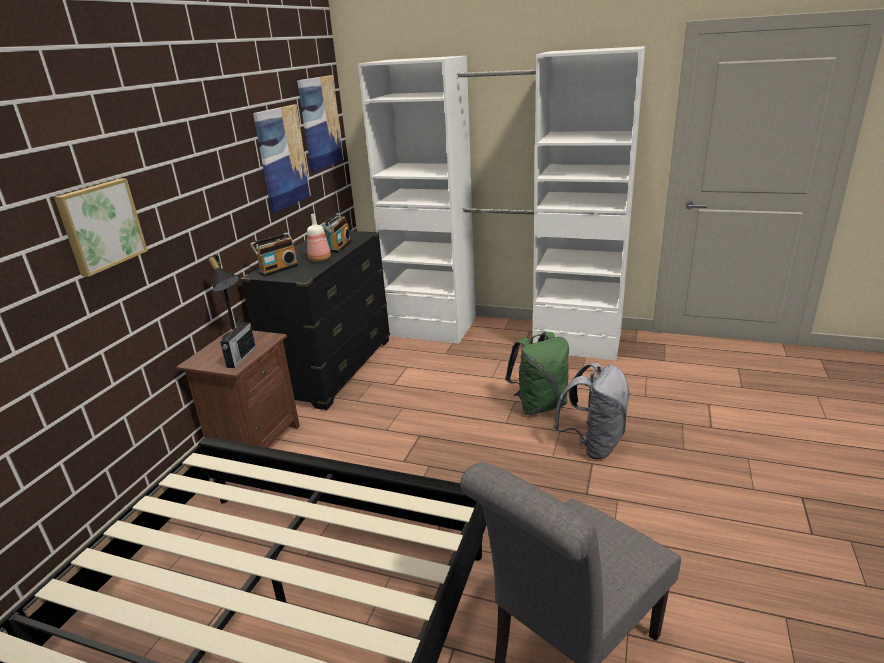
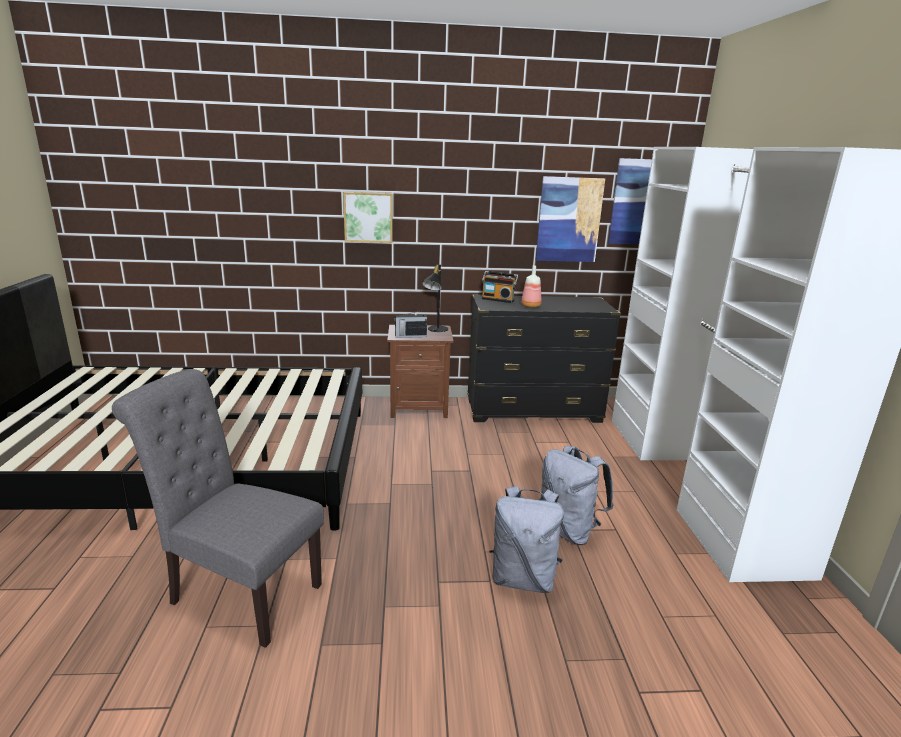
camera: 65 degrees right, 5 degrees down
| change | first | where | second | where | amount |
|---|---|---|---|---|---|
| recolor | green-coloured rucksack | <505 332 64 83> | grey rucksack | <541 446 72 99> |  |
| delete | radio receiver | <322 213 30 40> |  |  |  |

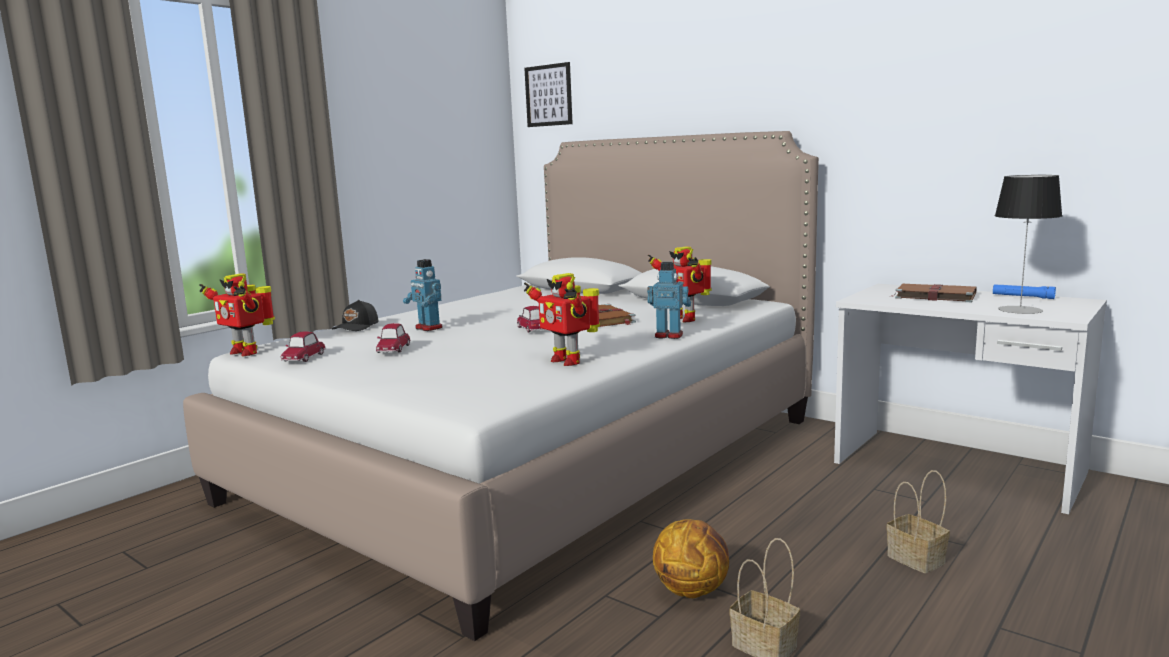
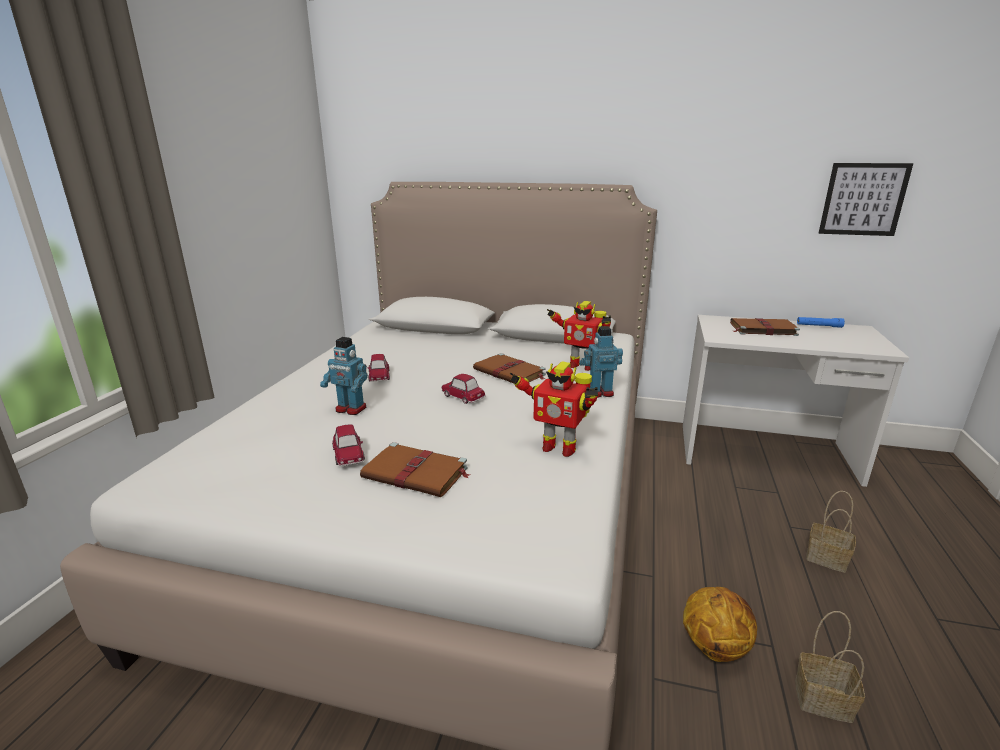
camera: 25 degrees left, 10 degrees up
| change | first | where | second | where | amount |
|---|---|---|---|---|---|
| insert |  |  | brownish bound book | <360 442 110 55> |  |
| move | toy car | <281 331 45 31> |  | <367 354 23 27> |  |
| move | wall art | <524 62 49 65> |  | <819 163 94 73> |  |
| delete | model robot | <199 273 76 83> |  |  |  |
| delete | black-coloured baseball cap | <332 300 47 31> |  |  |  |
| delete | table lamp | <995 175 68 139> |  |  |  |

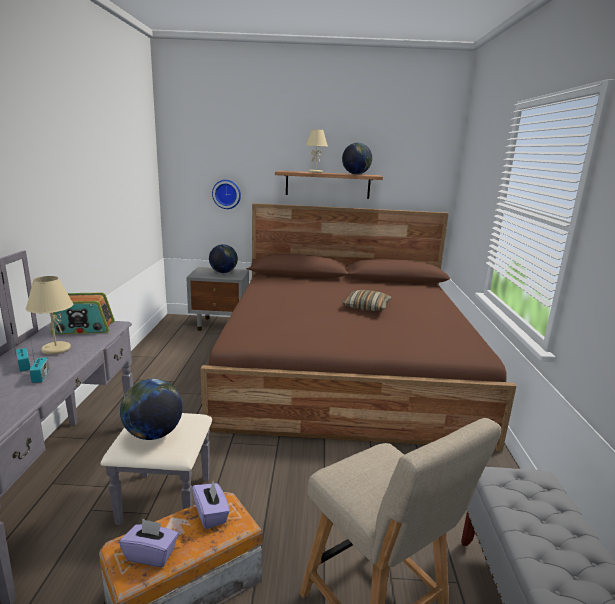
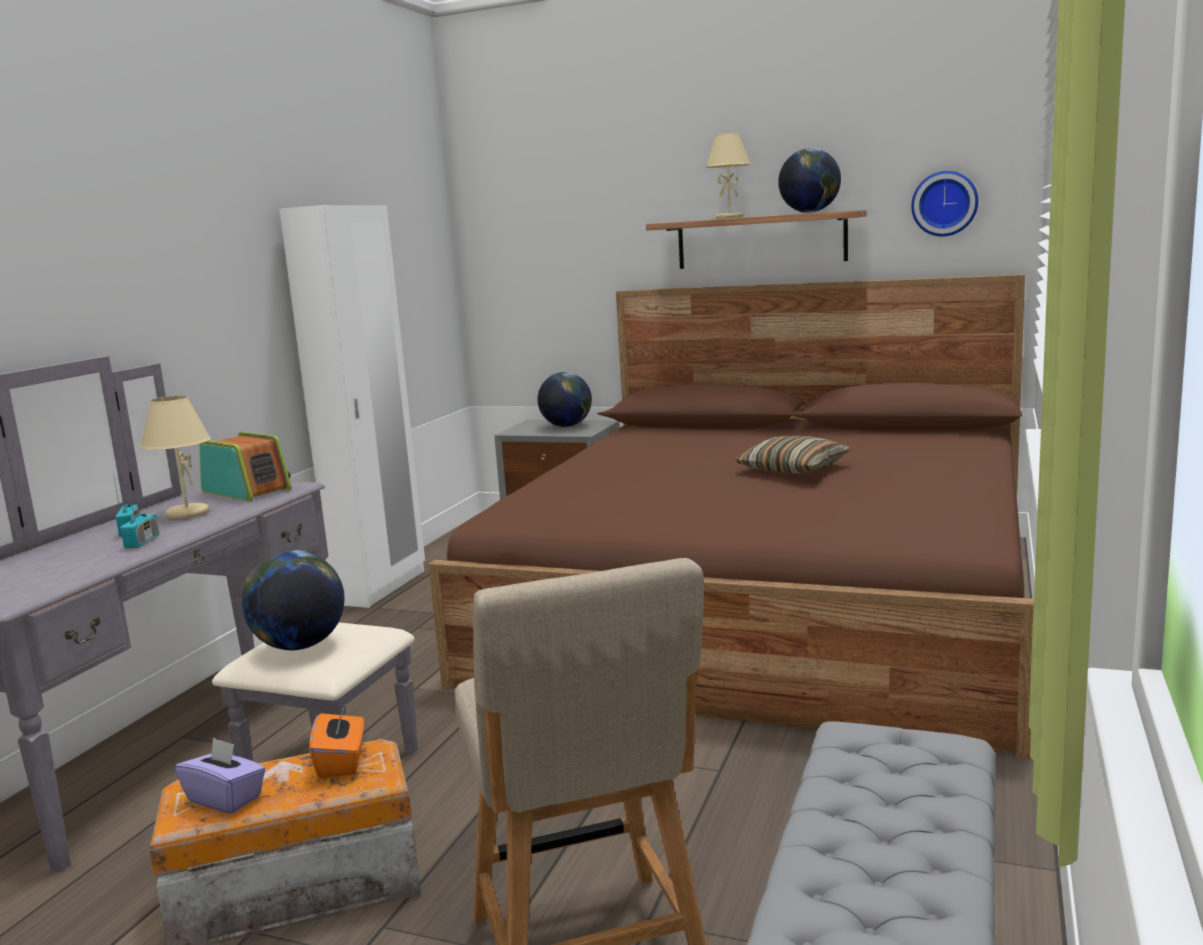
camera: 20 degrees right, 5 degrees down
| change | first | where | second | where | amount |
|---|---|---|---|---|---|
| rotate | radio receiver | <51 293 64 41> |  | <199 432 92 69> | 150 degrees counterclockwise |
| insert |  |  | white wardrobe | <279 205 146 403> |  |
| recolor | purple box of tissues | <192 482 38 47> | orangey box of tissues | <309 705 55 74> |  |
| move | clock on the wall | <212 180 29 29> |  | <911 171 68 66> |  |

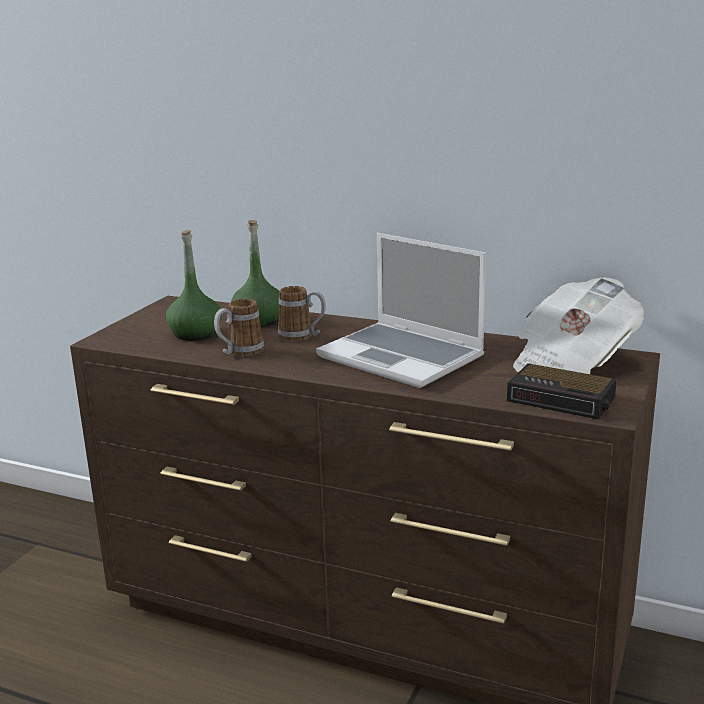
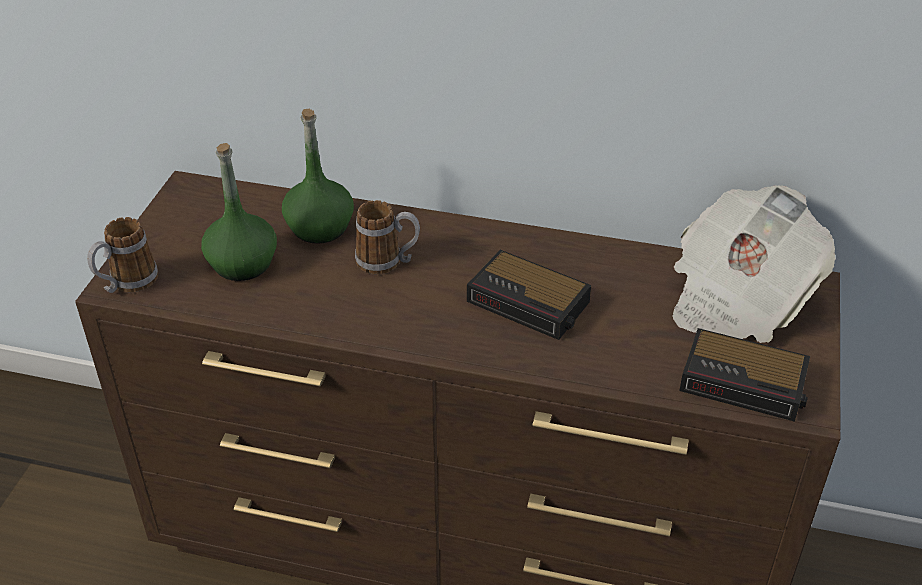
camera: 10 degrees left, 20 degrees up
| change | first | where | second | where | amount |
|---|---|---|---|---|---|
| move | coffee mug | <214 299 50 57> |  | <87 217 71 76> |  |
| replace | notebook computer | <316 233 170 155> | table clock | <467 250 124 90> |  |

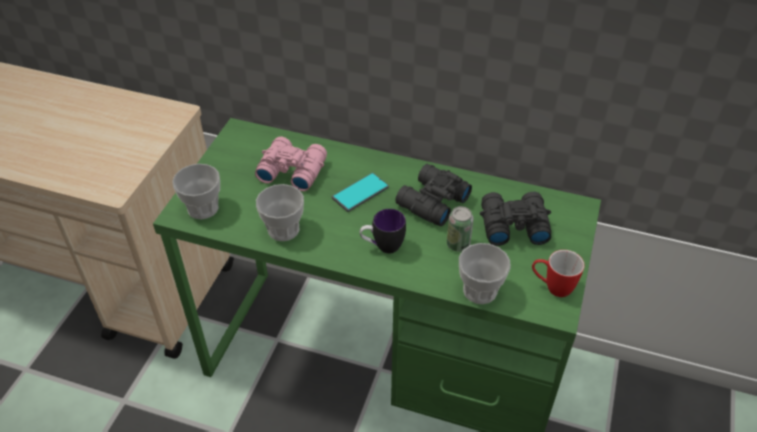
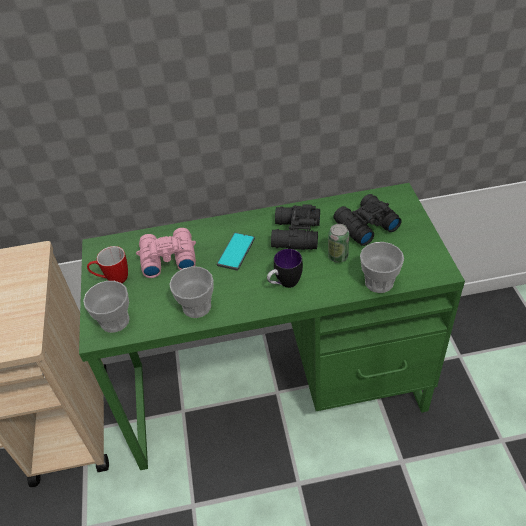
camera: 25 degrees left, 0 degrees up
| change | first | where | second | where | amount |
|---|---|---|---|---|---|
| move | coffee mug | <532 250 53 47> |  | <87 246 41 37> |  |

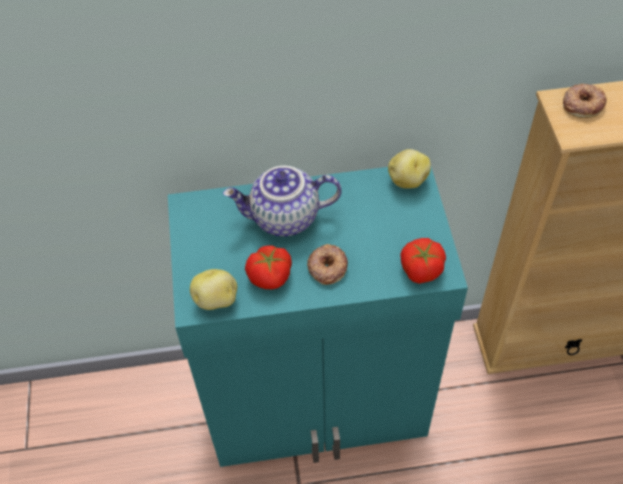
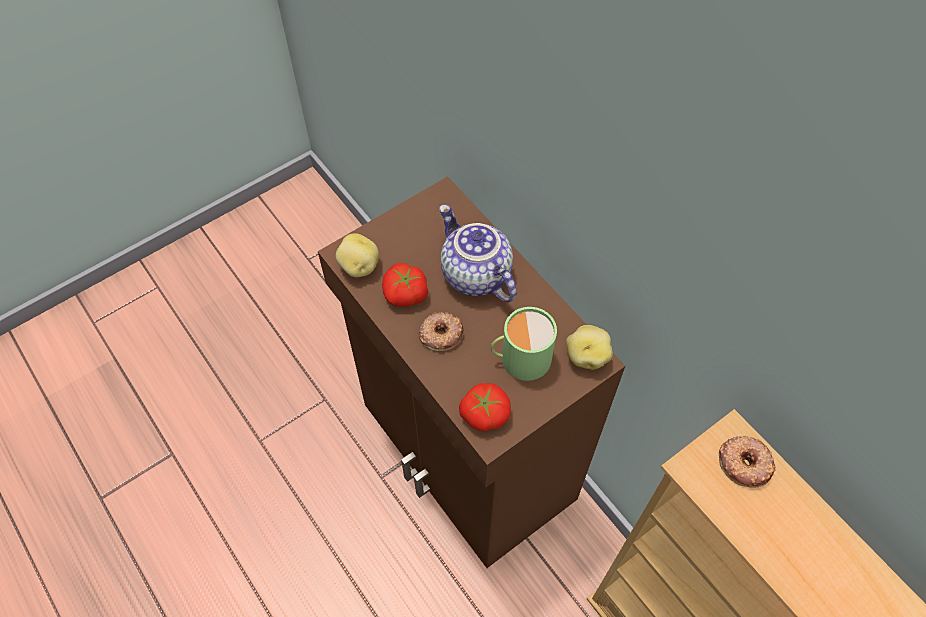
camera: 60 degrees right, 5 degrees up
| change | first | where | second | where | amount |
|---|---|---|---|---|---|
| recolor | blue-green storage cabinet | <168 167 300 300> | brownish storage cabinet | <318 176 307 392> |  |
| insert |  |  | green-coloured coffee mug | <491 307 66 74> |  |

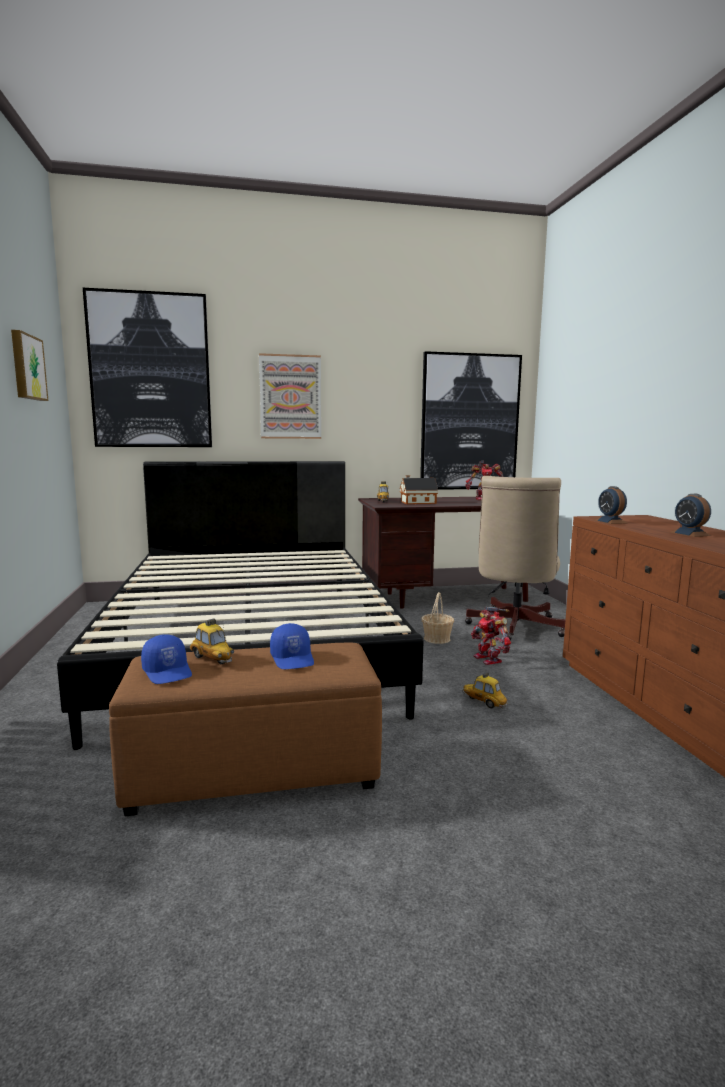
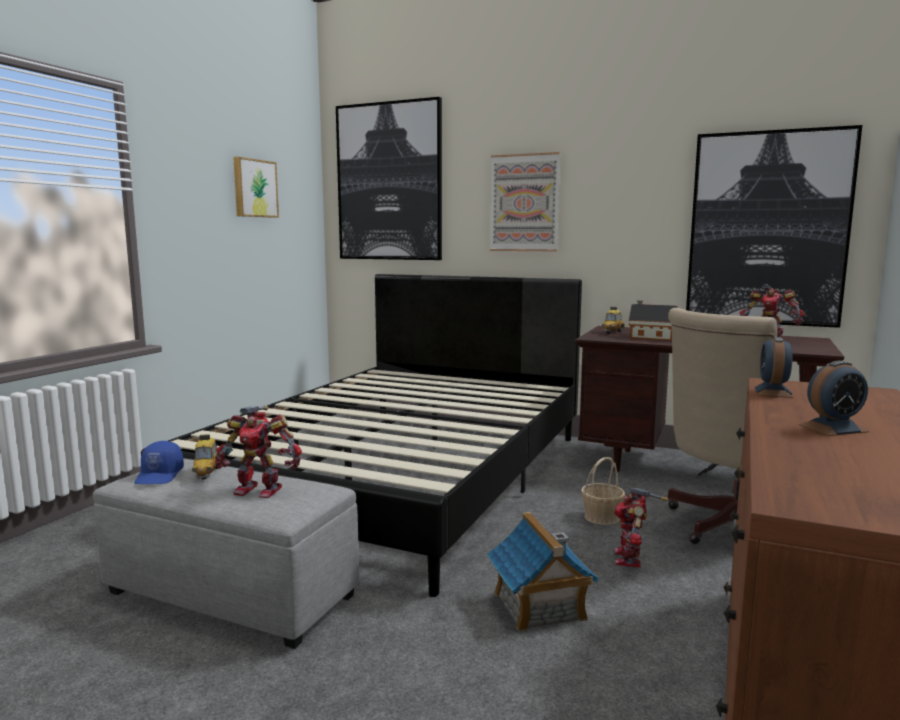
camera: 35 degrees right, 0 degrees up
| change | first | where | second | where | amount |
|---|---|---|---|---|---|
| recolor | brownish pouffe | <109 643 273 174> | grey pouffe | <93 459 266 190> |  |
| replace | bluish baseball cap | <270 623 44 46> | model robot | <215 406 87 92> |  |
| replace | toy car | <462 672 46 37> | model house | <487 512 112 120> |  |
| rotate | table clock | <670 494 41 43> |  | <799 361 70 75> | 120 degrees counterclockwise |

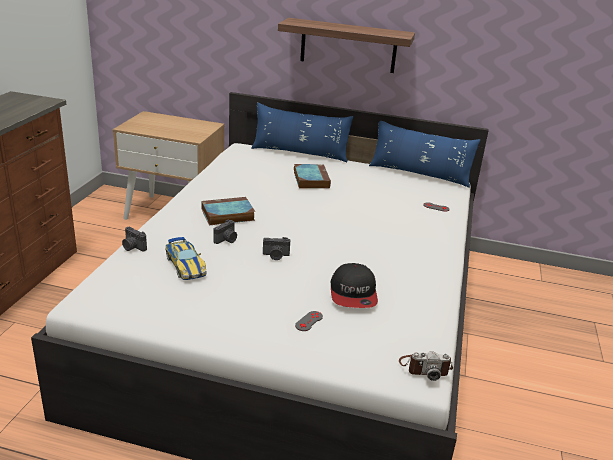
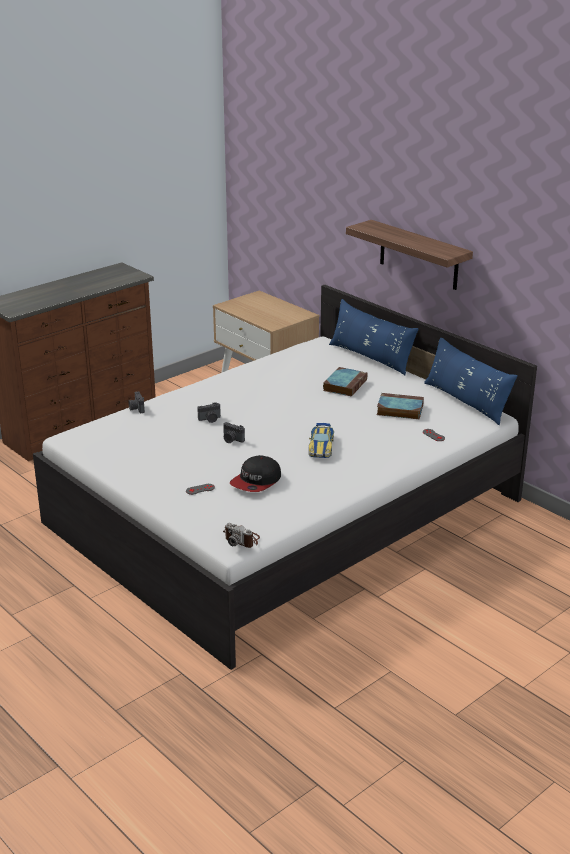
camera: 35 degrees right, 0 degrees up
| change | first | where | second | where | amount |
|---|---|---|---|---|---|
| move | toy car | <165 237 42 43> |  | <309 423 25 35> |  |
| move | bound book | <201 197 54 28> |  | <377 393 47 26> |  |

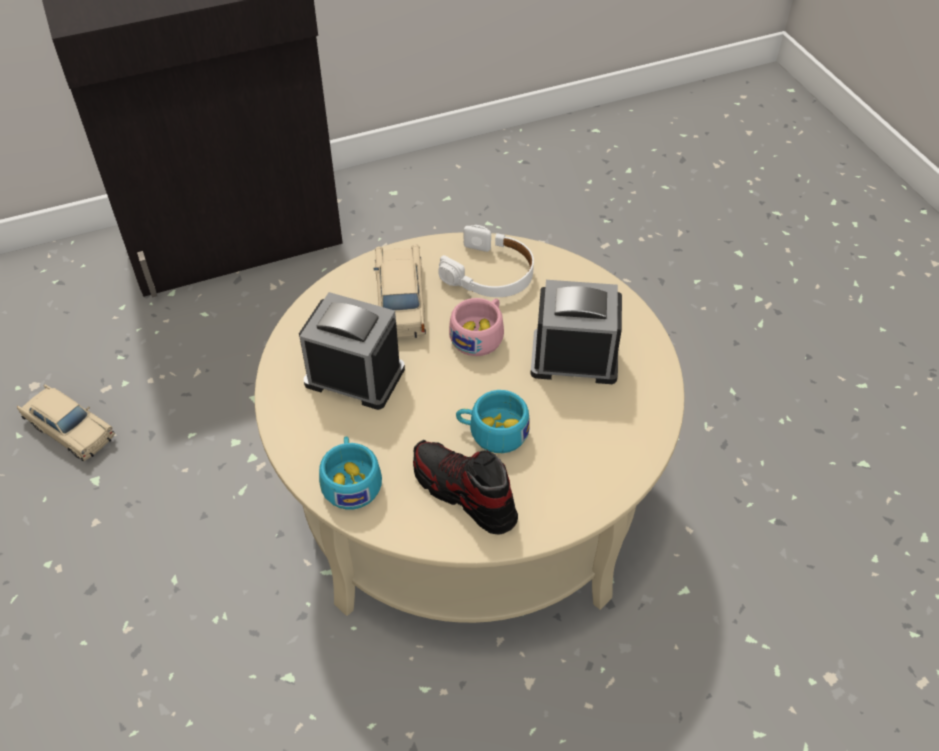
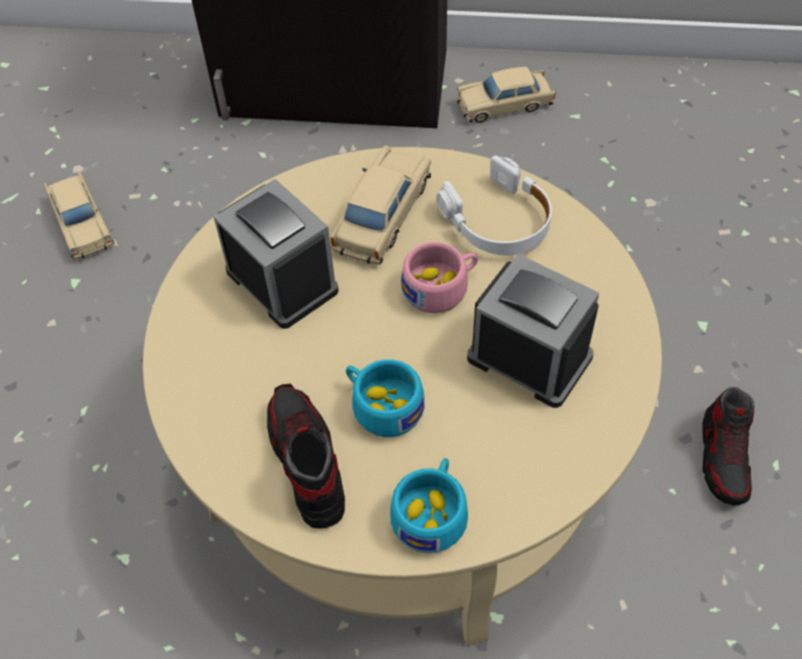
camera: 30 degrees right, 5 degrees up
| change | first | where | second | where | amount |
|---|---|---|---|---|---|
| move | blue-green cup | <319 436 63 74> |  | <390 458 78 95> |  |
| insert |  |  | beige toy car | <457 66 99 57> |  |
| insert |  |  | item of footwear | <702 387 52 119> |  |

